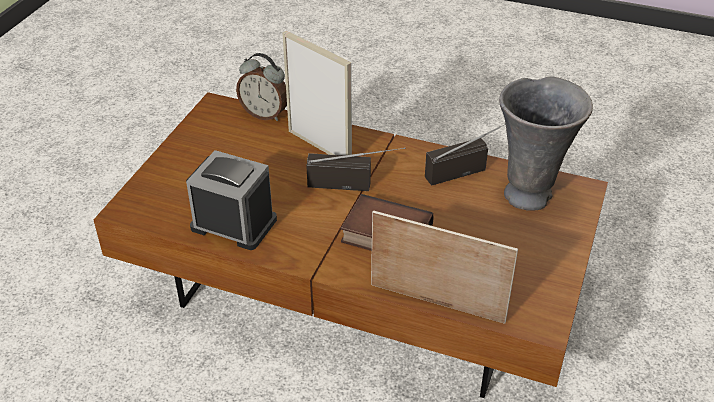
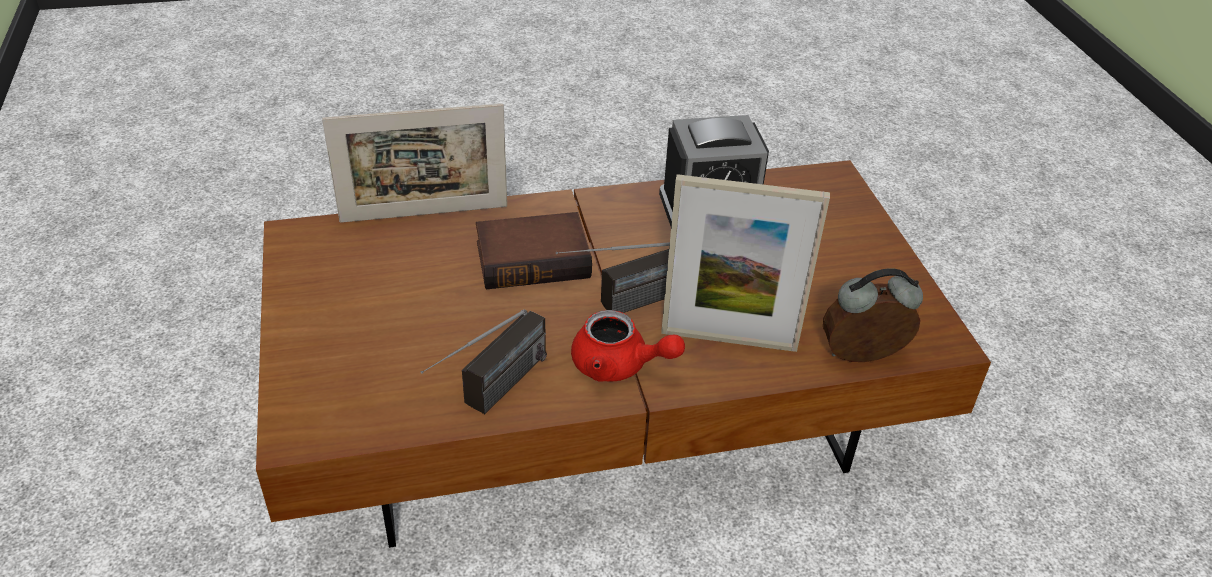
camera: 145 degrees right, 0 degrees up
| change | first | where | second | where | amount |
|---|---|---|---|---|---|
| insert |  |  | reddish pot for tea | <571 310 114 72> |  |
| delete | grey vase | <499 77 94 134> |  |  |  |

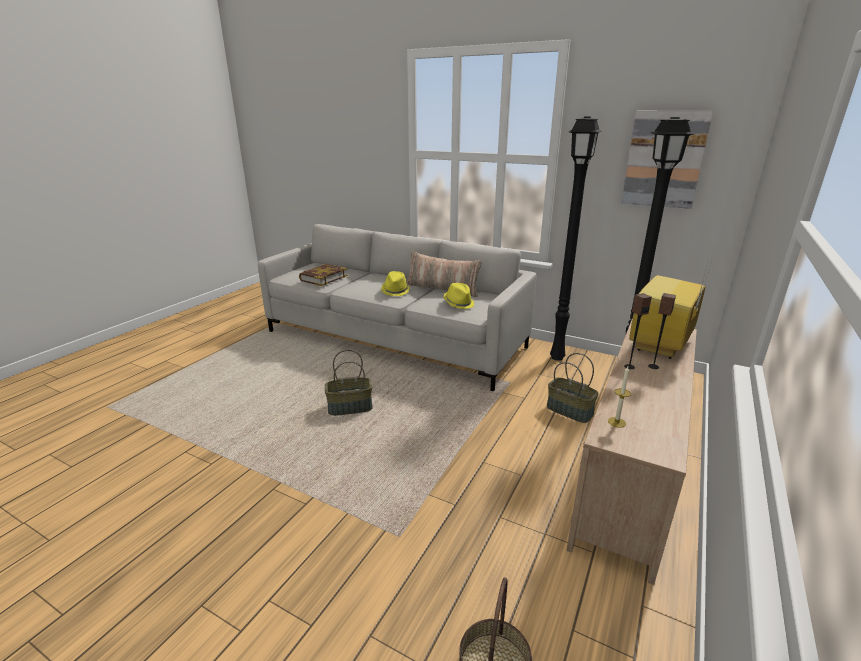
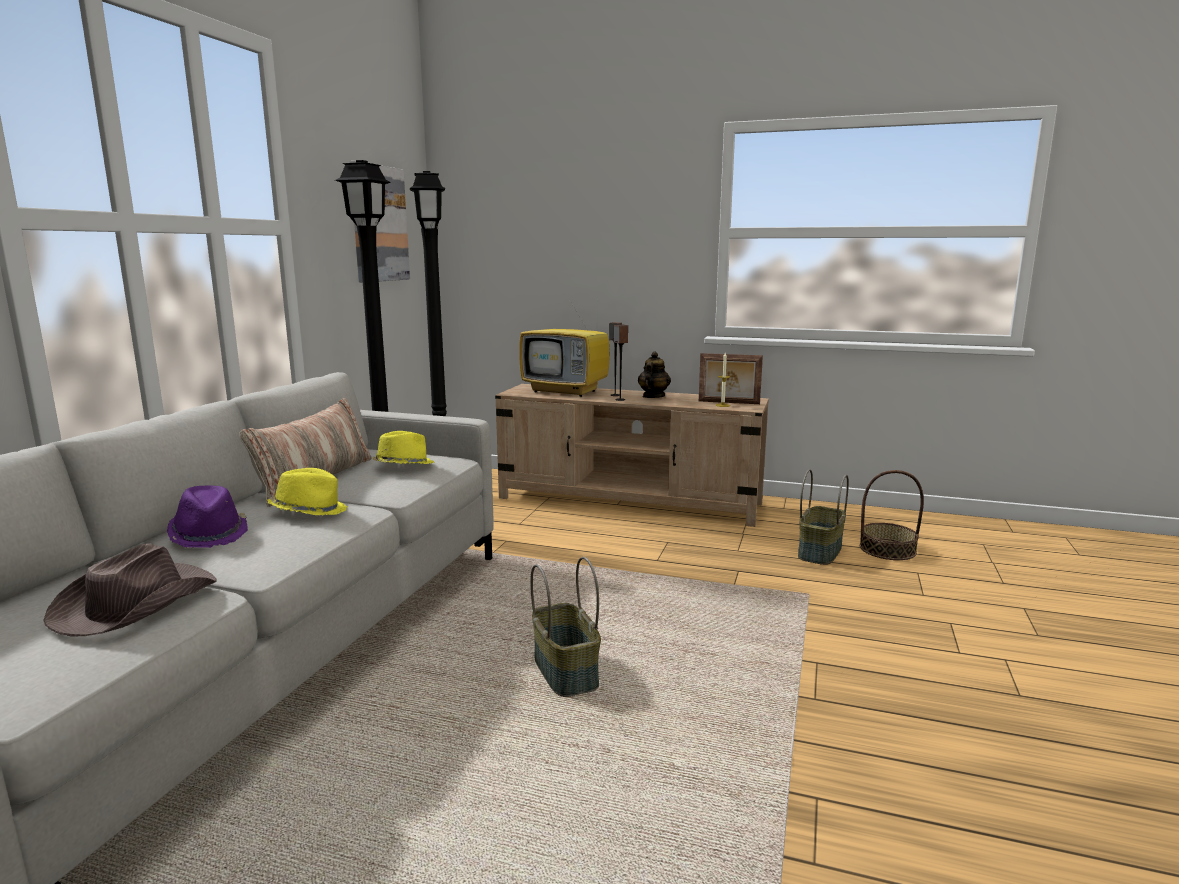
camera: 100 degrees left, 10 degrees down
| change | first | where | second | where | amount |
|---|---|---|---|---|---|
| replace | bound book | <299 264 49 22> | brownish clothing hat | <43 543 174 93> |  |
| insert |  |  | purple clothing hat | <167 485 81 63> |  |
| insert |  |  | pot for tea | <638 352 33 46> |  |
| insert |  |  | picture frame | <699 353 64 51> |  |
| move | storage basket | <547 353 52 70> |  | <798 469 51 96> |  |

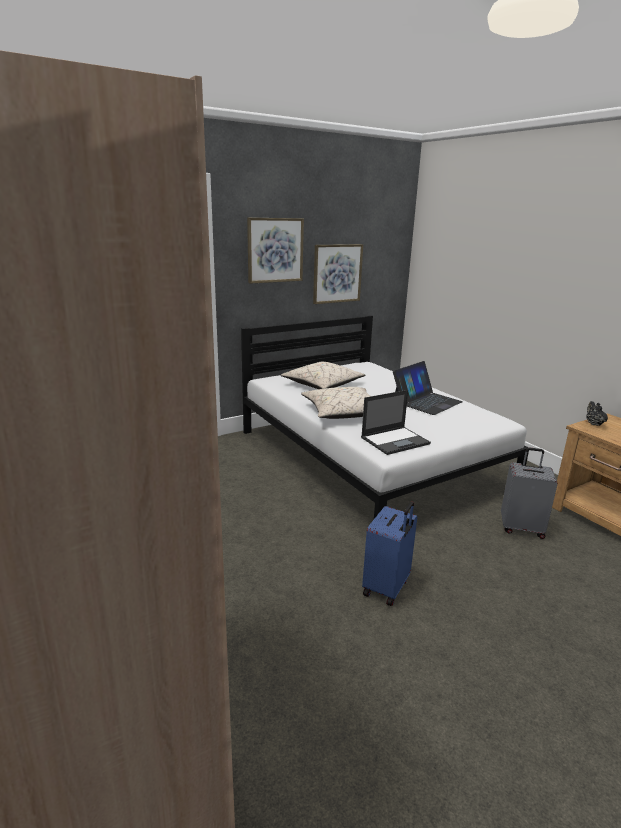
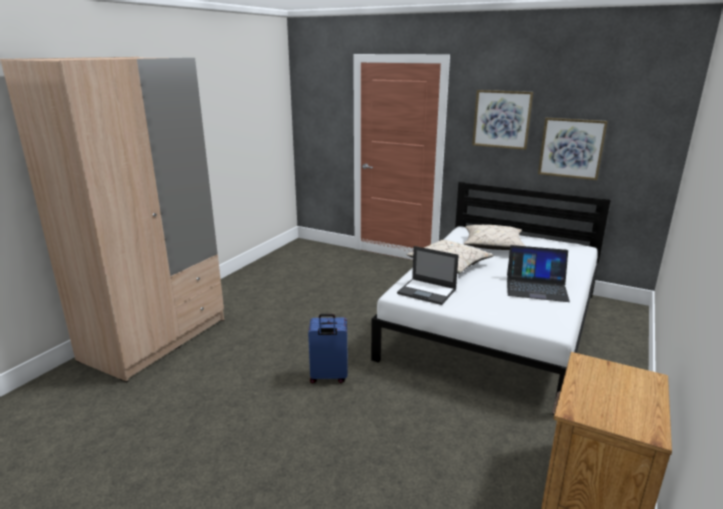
camera: 60 degrees right, 0 degrees up
| change | first | where | second | where | amount |
|---|---|---|---|---|---|
| delete | grey travel case | <501 447 57 92> |  |  |  |
| delete | black-coloured pot for tea | <586 401 22 25> |  |  |  |

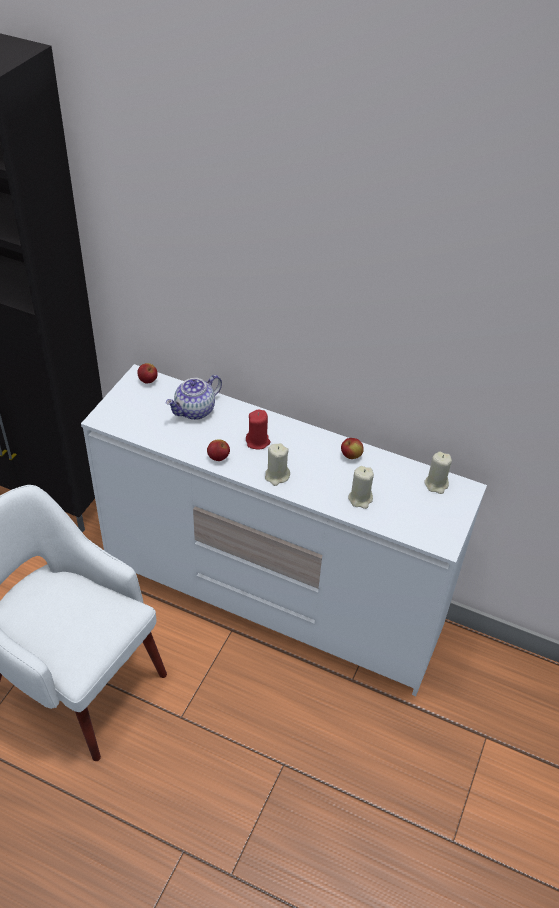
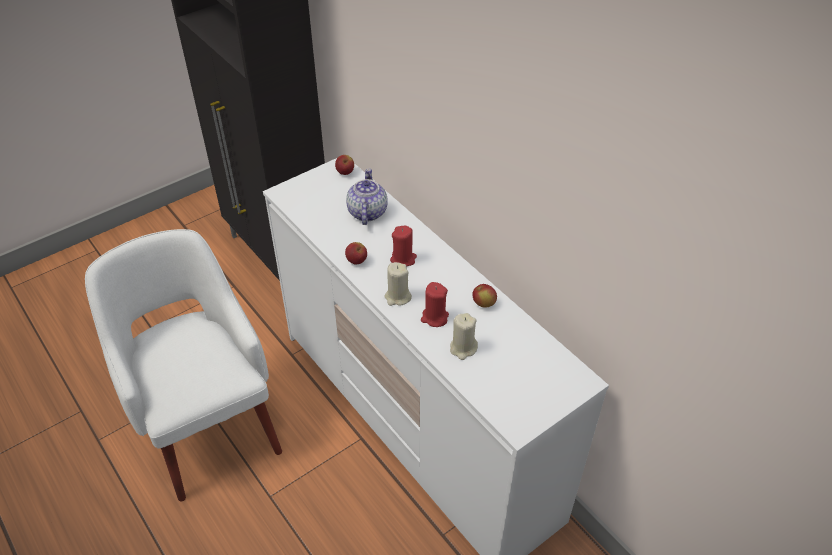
camera: 30 degrees right, 0 degrees up
| change | first | where | second | where | amount |
|---|---|---|---|---|---|
| rotate | pot for tea | <166 375 56 45> |  | <346 168 42 57> | 105 degrees clockwise |
| insert |  |  | reddish wax candle | <421 282 28 45> |  |
| delete | beige wax candle | <424 451 28 43> |  |  |  |

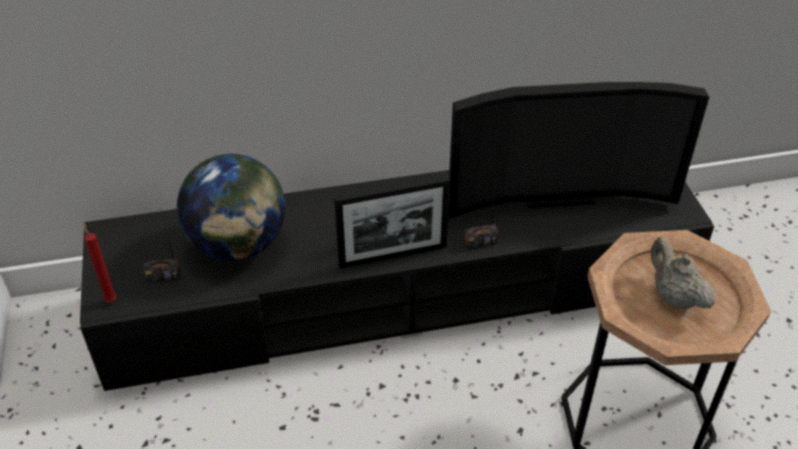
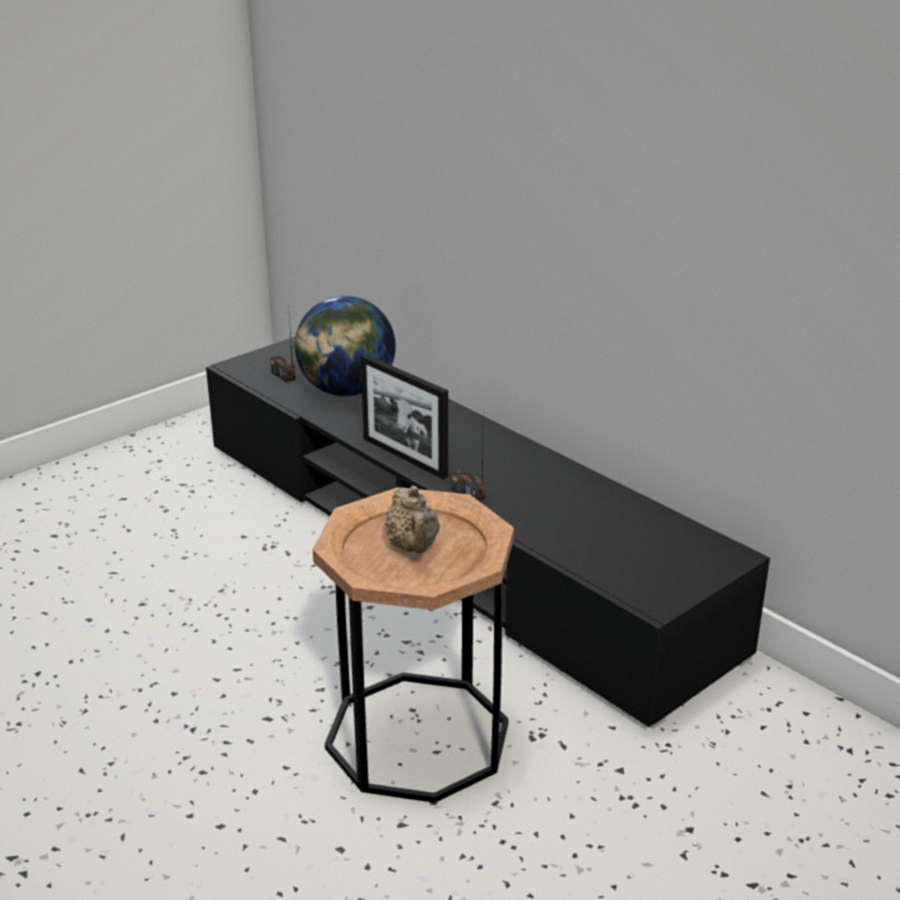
camera: 60 degrees right, 15 degrees down
| change | first | where | second | where | amount |
|---|---|---|---|---|---|
| rotate | beige pot for tea | <651 237 65 72> |  | <385 486 55 68> | 135 degrees clockwise |
| delete | reddish wax candle | <83 222 34 80> |  |  |  |
| delete | TV set | <448 82 261 137> |  |  |  |

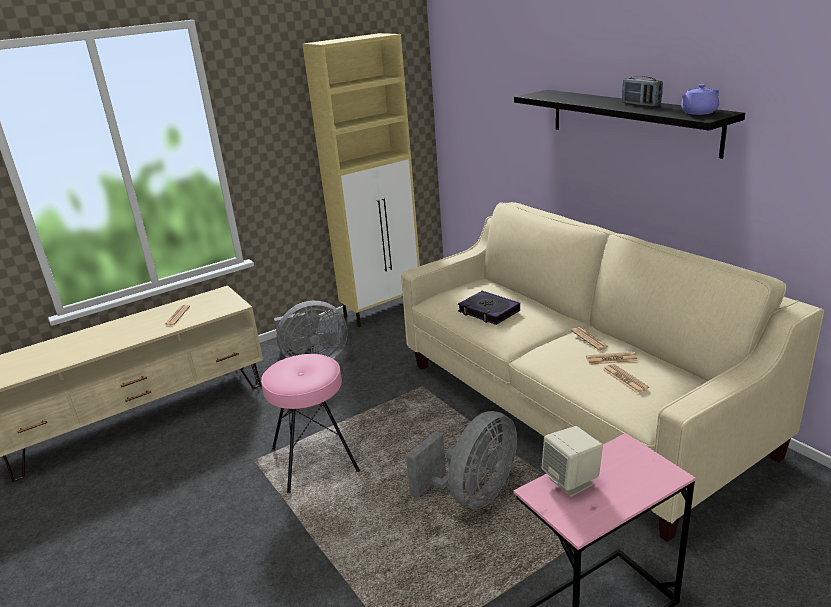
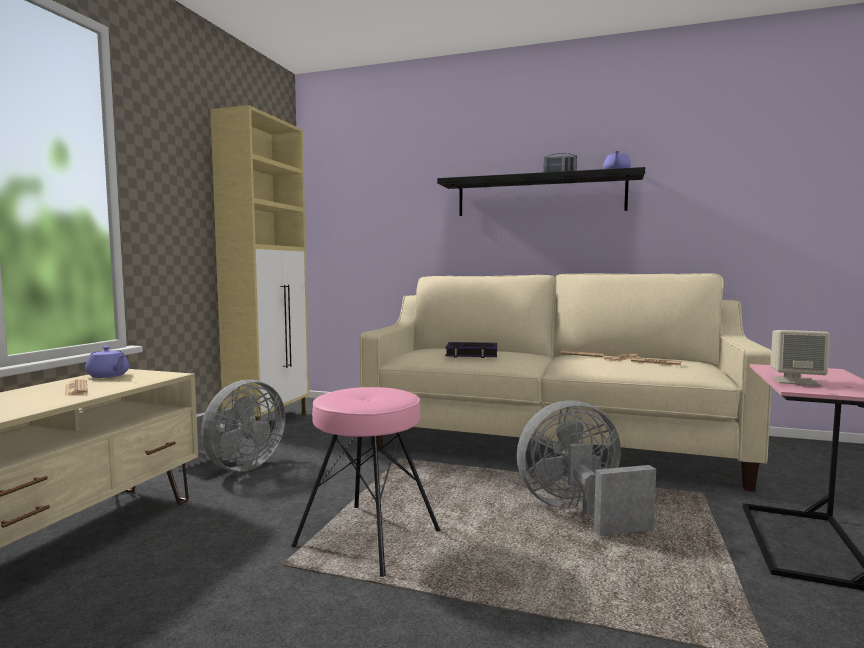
camera: 40 degrees left, 20 degrees down
| change | first | where | second | where | amount |
|---|---|---|---|---|---|
| insert |  |  | purple pot for tea | <85 346 44 32> |  |
| rotate | grey cooling fan | <406 411 111 98> |  | <517 400 139 136> | 105 degrees counterclockwise |

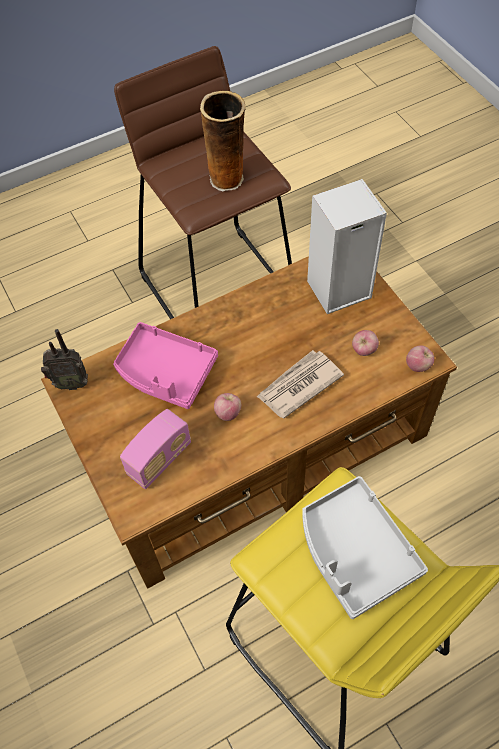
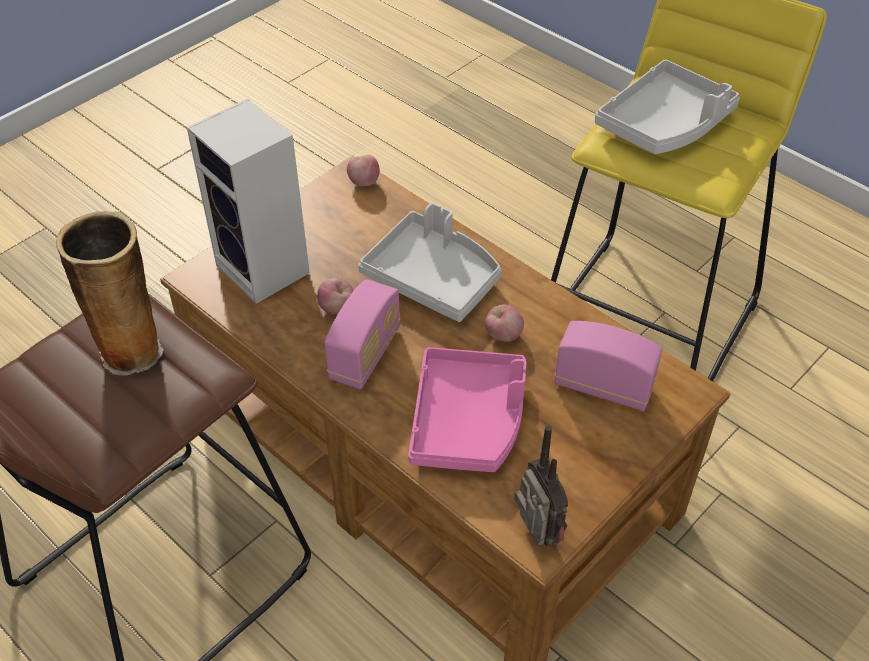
camera: 110 degrees left, 10 degrees down
| change | first | where | second | where | amount |
|---|---|---|---|---|---|
| move | apple | <352 330 27 26> |  | <317 278 37 36> |  |
| insert |  |  | radio receiver | <324 279 76 110> |  |
| replace | daily paper | <257 350 87 69> | grey serving tray | <358 202 143 120> |  |

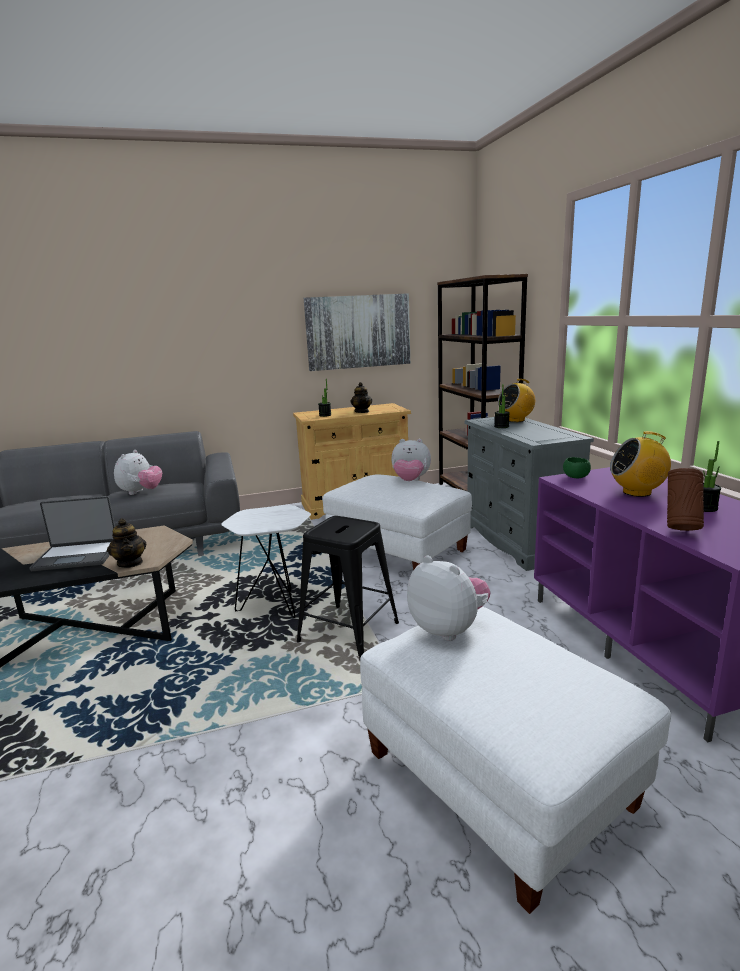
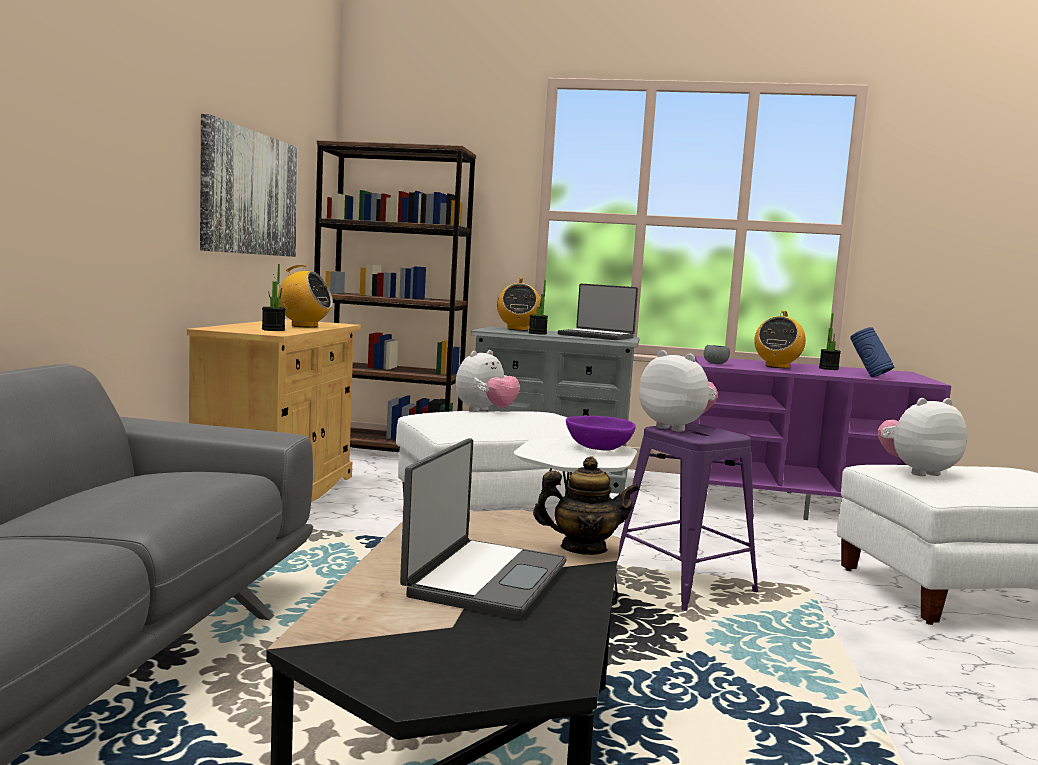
camera: 65 degrees left, 10 degrees down
| change | first | where | second | where | amount |
|---|---|---|---|---|---|
| replace | pot for tea | <350 382 22 31> | radio receiver | <273 265 60 63> |  |
| insert |  |  | notebook computer | <558 284 80 56> |  |
| insert |  |  | purple serving bowl | <566 416 70 35> |  |
| recolor | black-coloured sitting stool | <297 516 102 143> | purple sitting stool | <616 423 142 188> |  |
| move | cuddly toy | <114 450 48 45> |  | <639 350 79 82> |  |
| recolor | green-coloured serving bowl | <563 457 28 21> | grey serving bowl | <704 345 26 19> |  |
| recolor | brownish vase | <667 468 37 63> | bluish vase | <850 327 44 50> |  |

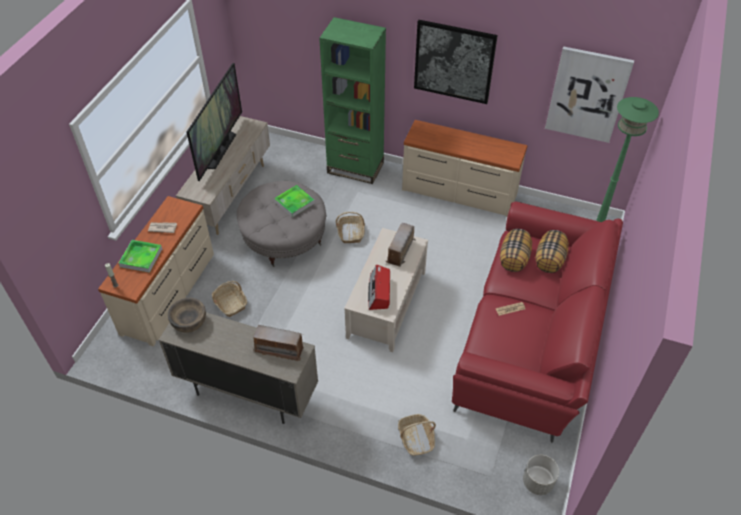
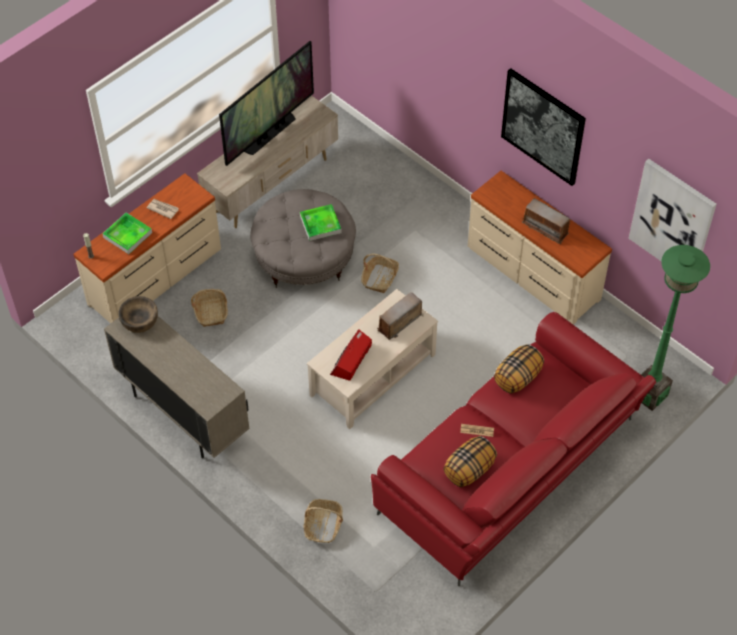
camera: 25 degrees right, 5 degrees up
| change | first | where | second | where | amount |
|---|---|---|---|---|---|
| move | cushion | <536 230 33 43> |  | <443 436 54 51> |  |
| move | radio receiver | <253 325 51 36> |  | <522 198 48 46> |  |
| delete | green-coloured bookshelf | <319 17 67 167> |  |  |  |
| delete | grey flower pot | <523 455 36 40> |  |  |  |

